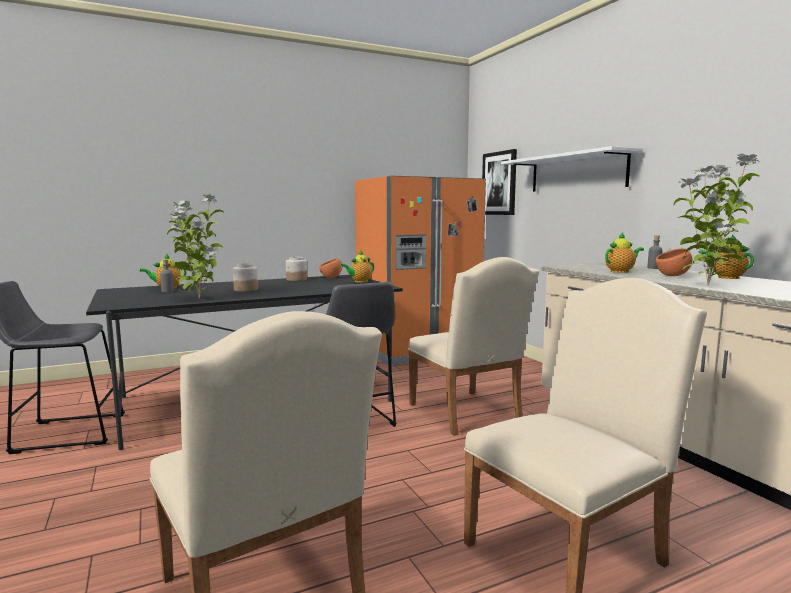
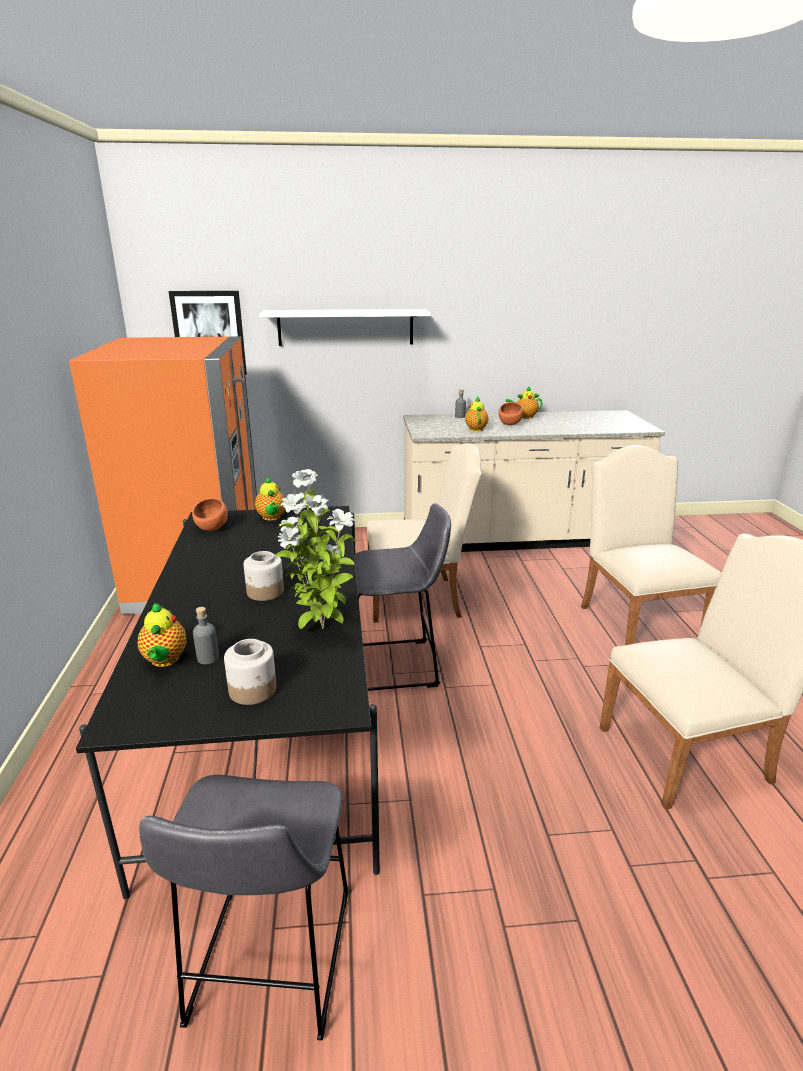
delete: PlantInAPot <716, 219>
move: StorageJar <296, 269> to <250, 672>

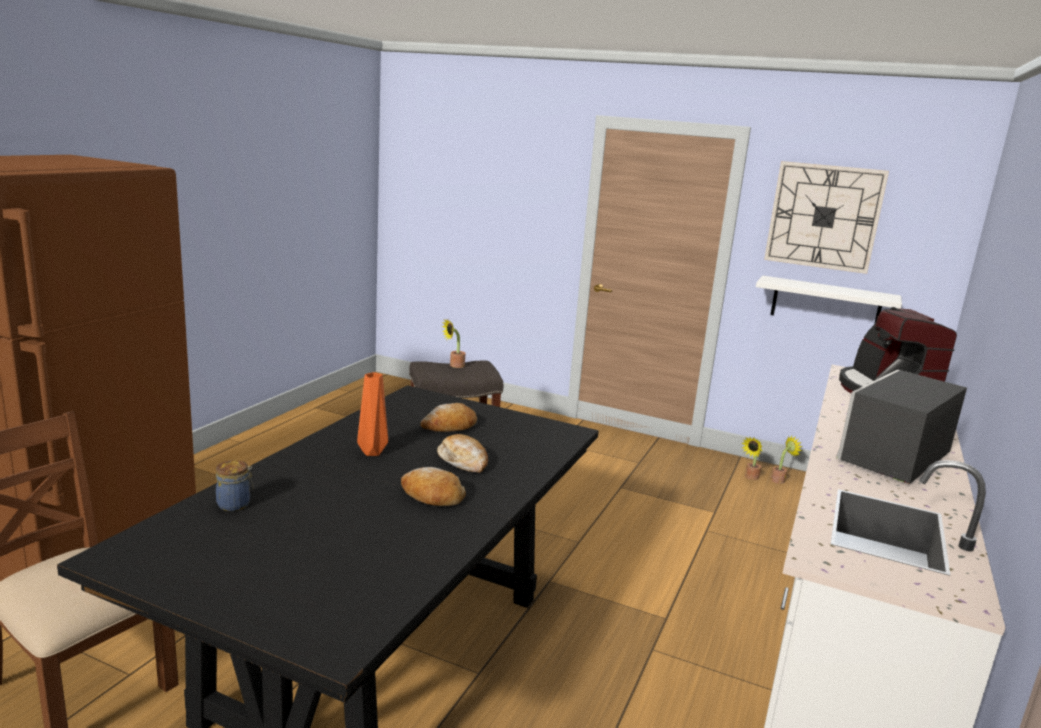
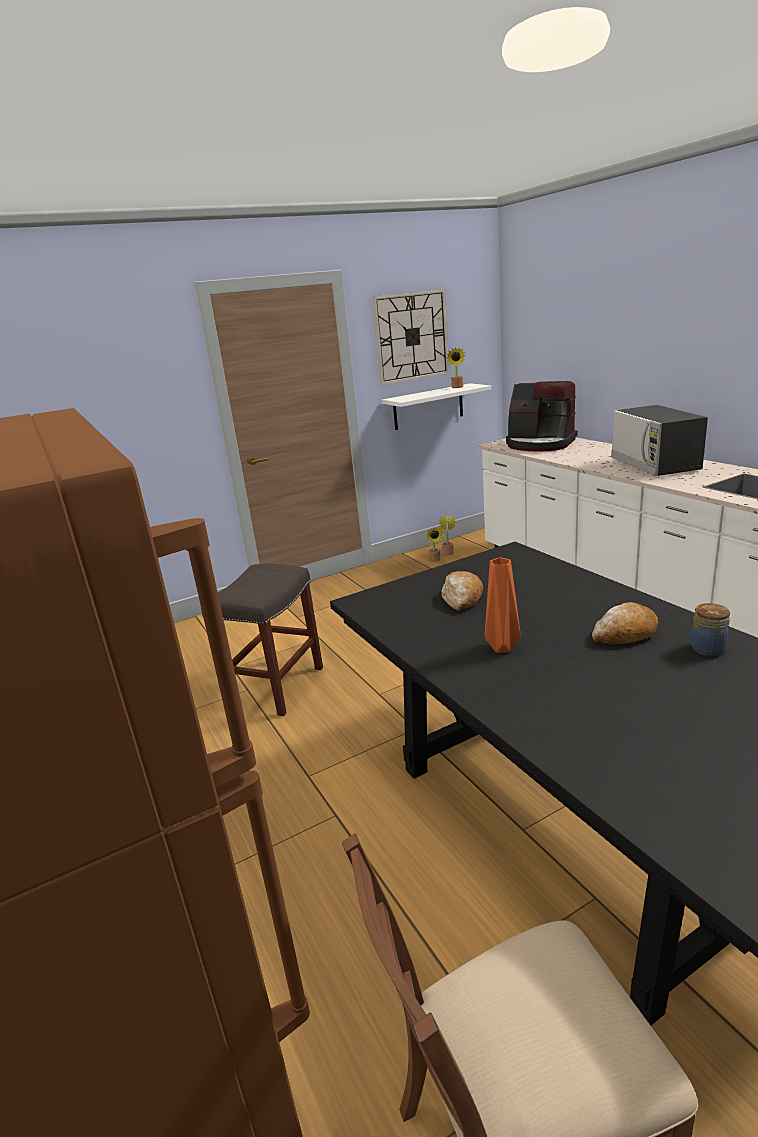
delete: BakeryBread <462, 453>
move: PlantInAPot <453, 343> to <455, 367>; StorageJar <235, 485> to <710, 629>

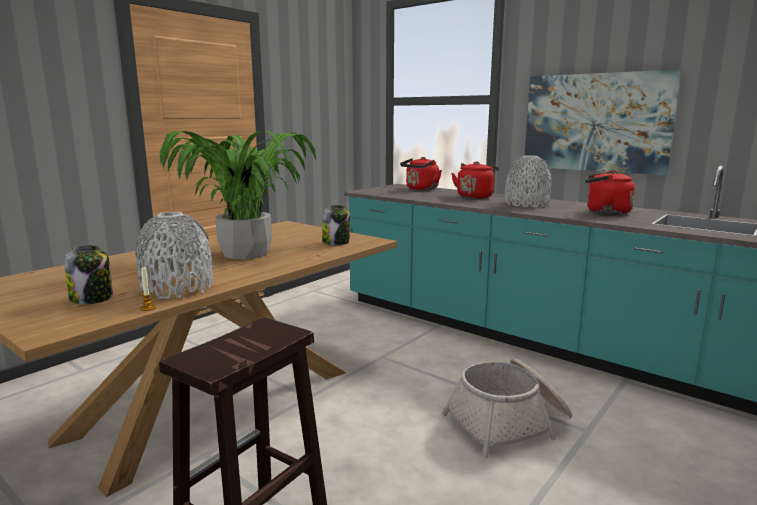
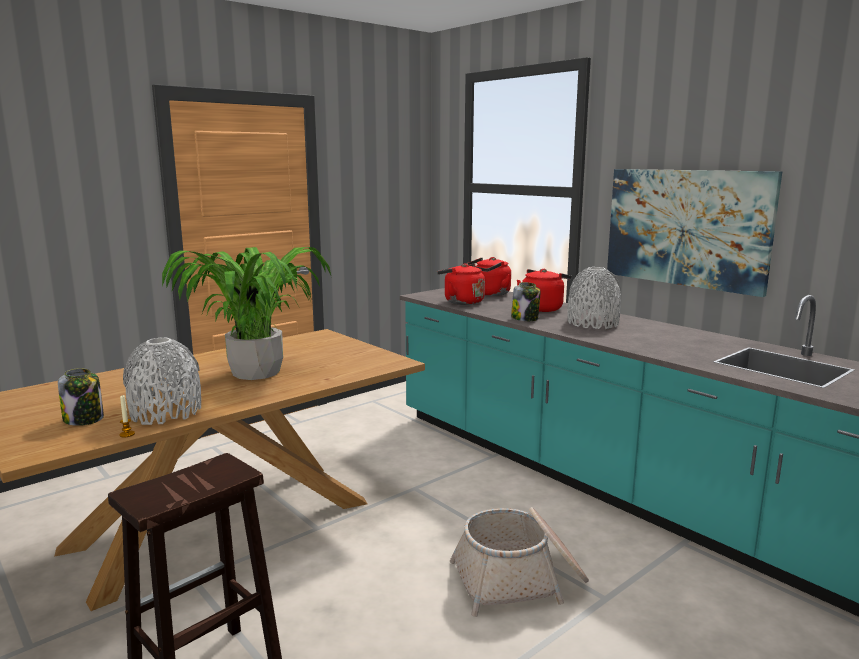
move: ReddishKettle <610, 192> to <461, 284>; StorageJar <336, 225> to <525, 301>

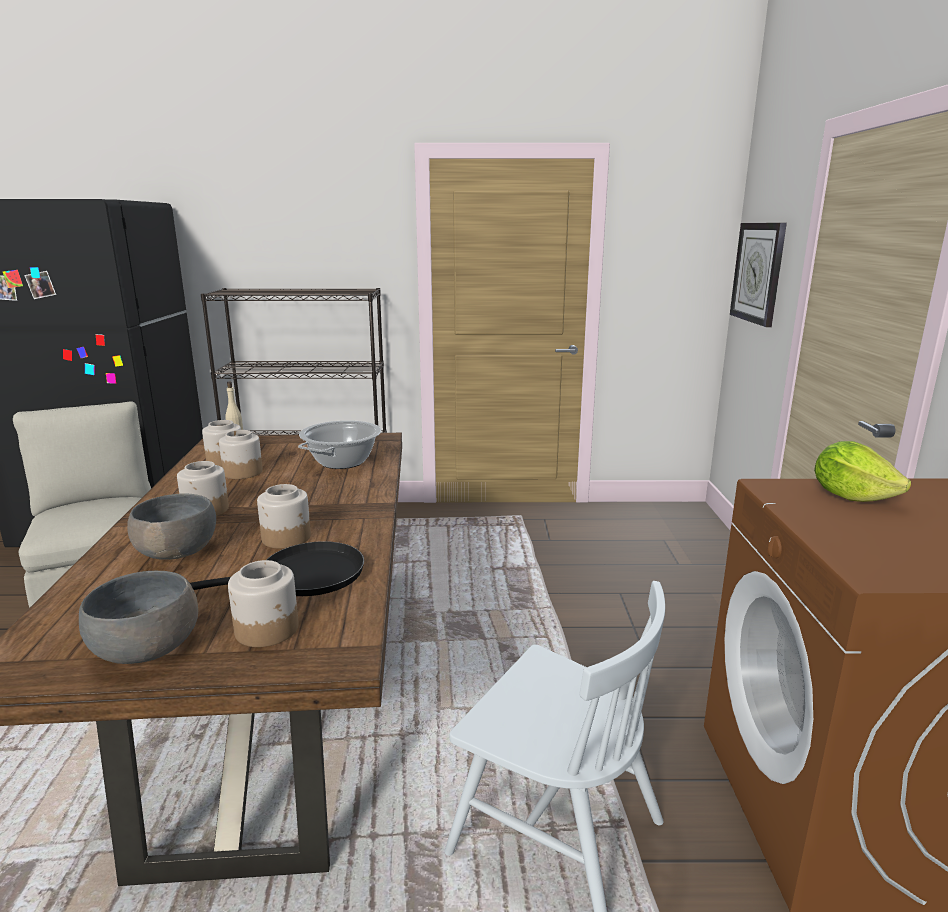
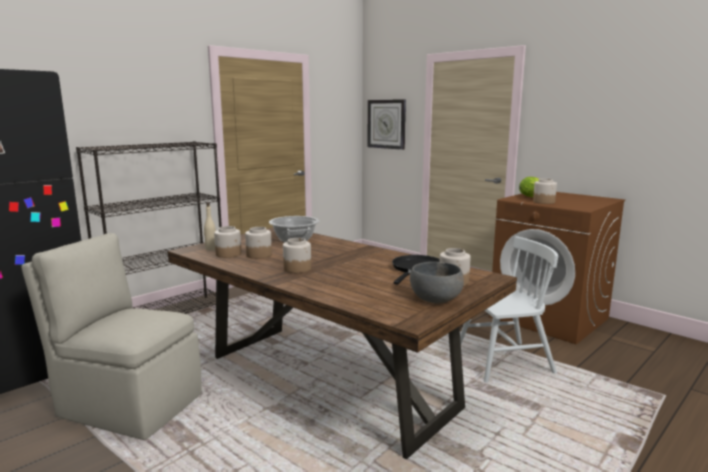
delete: GreyServingBowl <171, 526>
move: StorageJar <284, 516> to <545, 191>

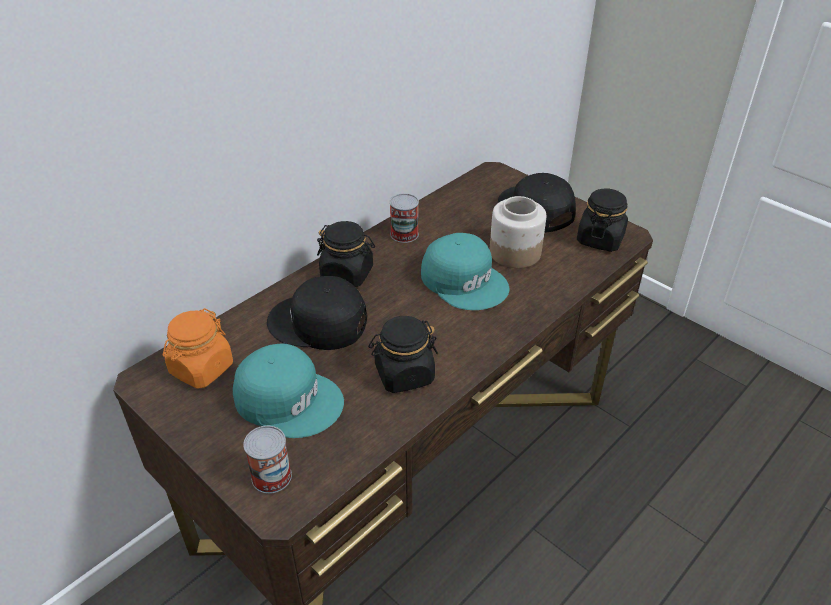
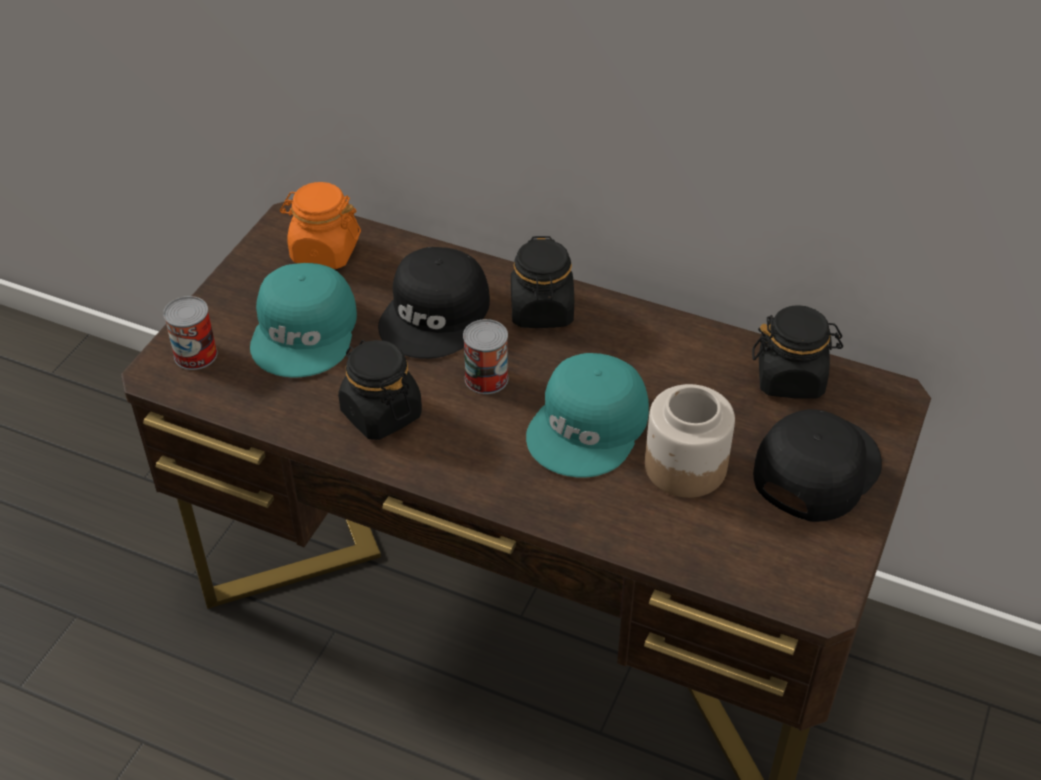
move: BlackColouredStorageJar <602, 220> to <797, 352>; Can <404, 218> to <485, 356>
rotate: BlackColouredBaseballCap <317, 313> = <434, 303> 150 degrees counterclockwise

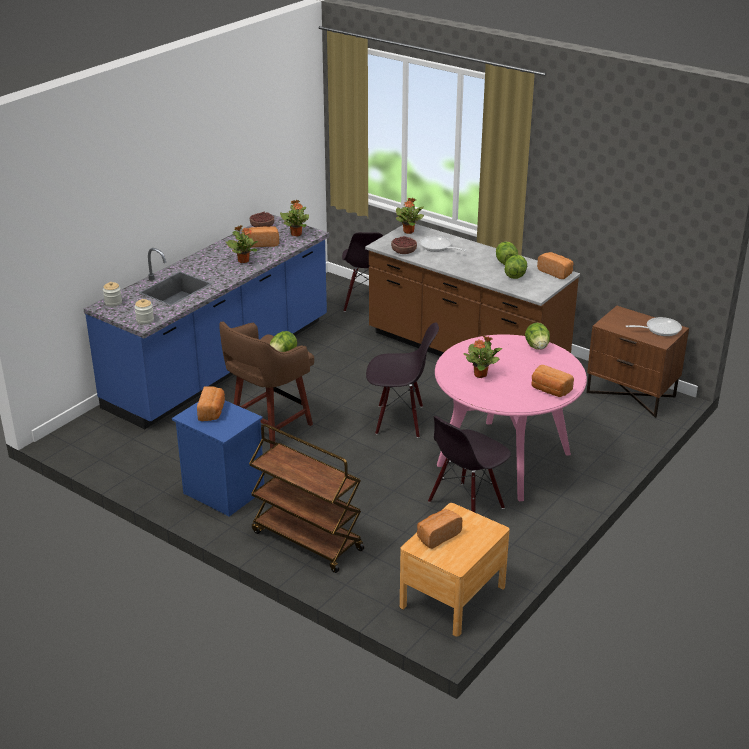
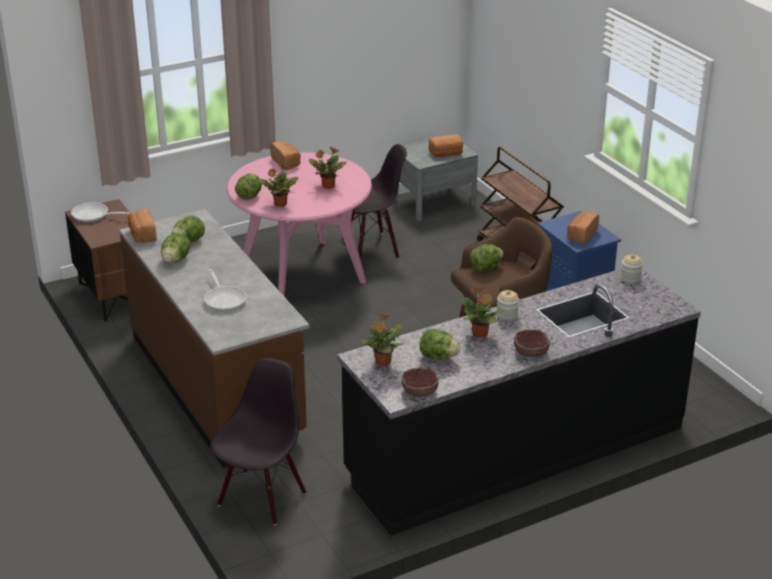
delete: BlackColouredUprightChair <402, 380>
move: PlantInAPot <410, 216> to <279, 185>; ServingBowl <404, 245> to <532, 343>; StorageJar <112, 294> to <508, 305>
replace: BakeryBread <263, 237> to Lettuce <440, 344>
recolor: BlueKitchenBaseUnit <206, 322> to BlackColouredKitchenBaseUnit <519, 402>; BrownColouredBedsideTable <455, 570> to GreyBedsideTable <436, 180>

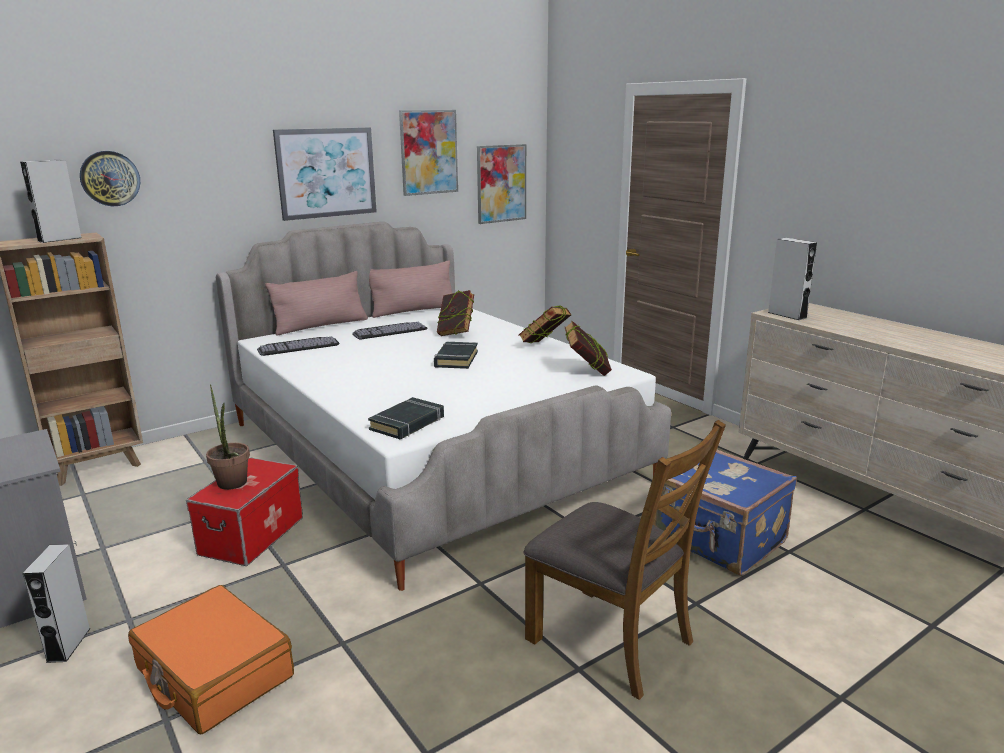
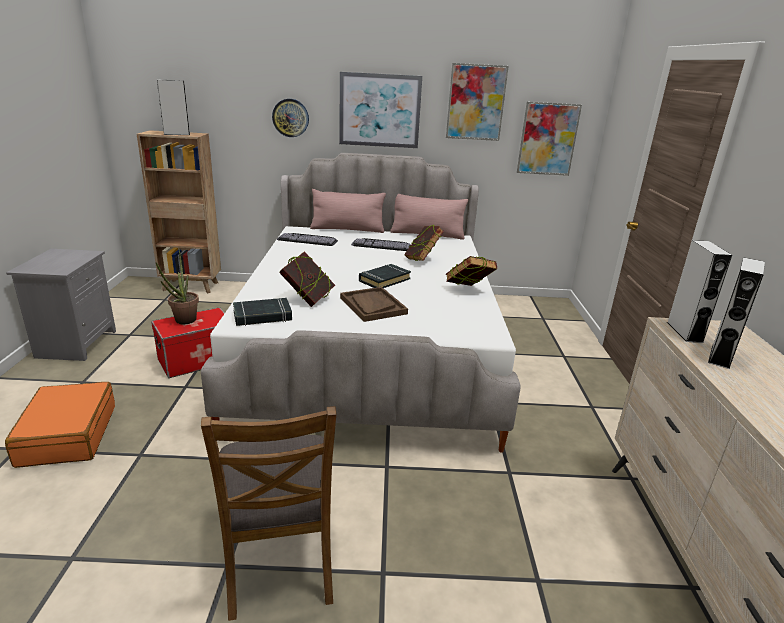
delete: BlueSuitcase <725, 513>
insert: BrownColouredServingTray <374, 304>
move: ClockOnTheWall <110, 178> to <290, 118>; Volume <588, 348> to <307, 279>; GreyLoudspeaker <57, 603> to <736, 313>

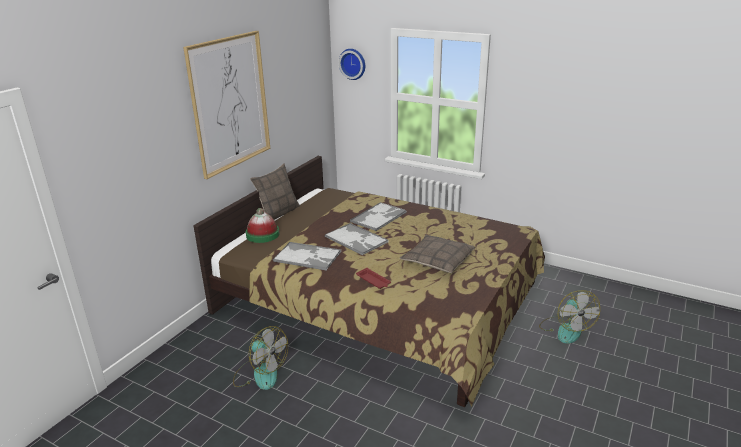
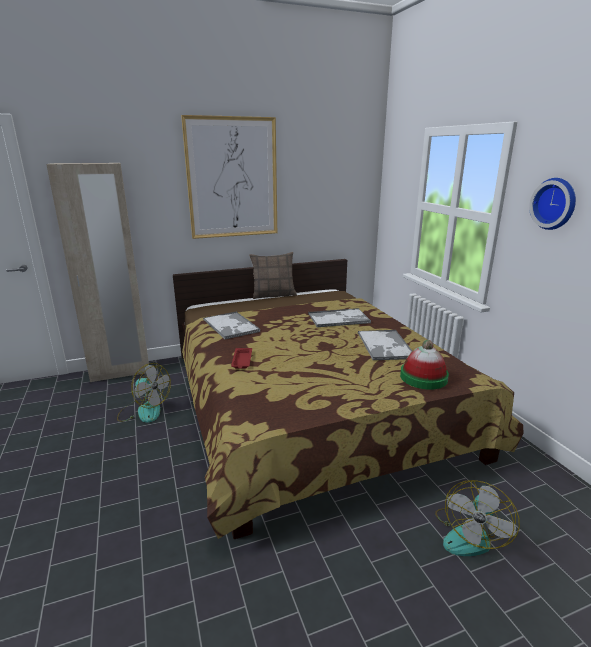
delete: Cushion <437, 254>
insert: BeigeClothesCupboard <97, 272>
move: ClockOnTheWall <352, 64> to <552, 204>; ClothingHat <263, 225> to <424, 365>; ServingTray <356, 239> to <385, 345>
rotate: ElectricFan <260, 358> = <144, 393> 45 degrees counterclockwise

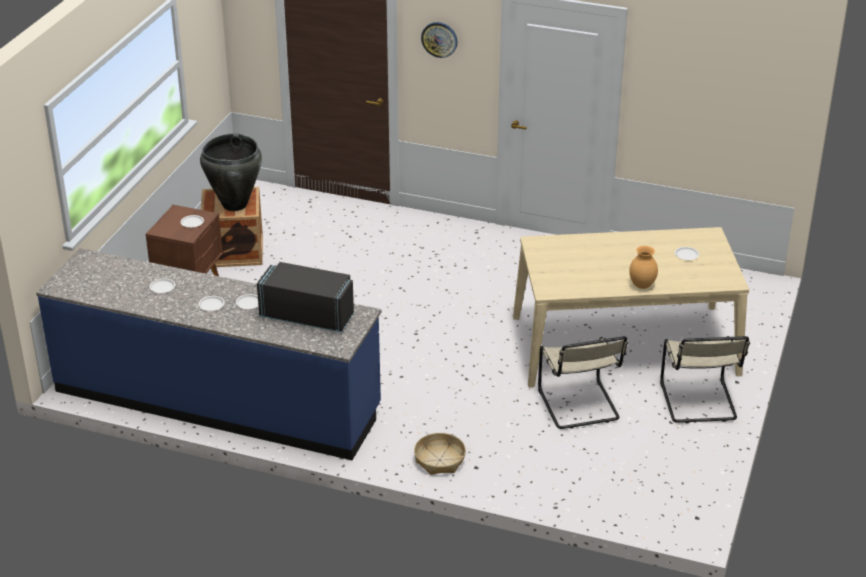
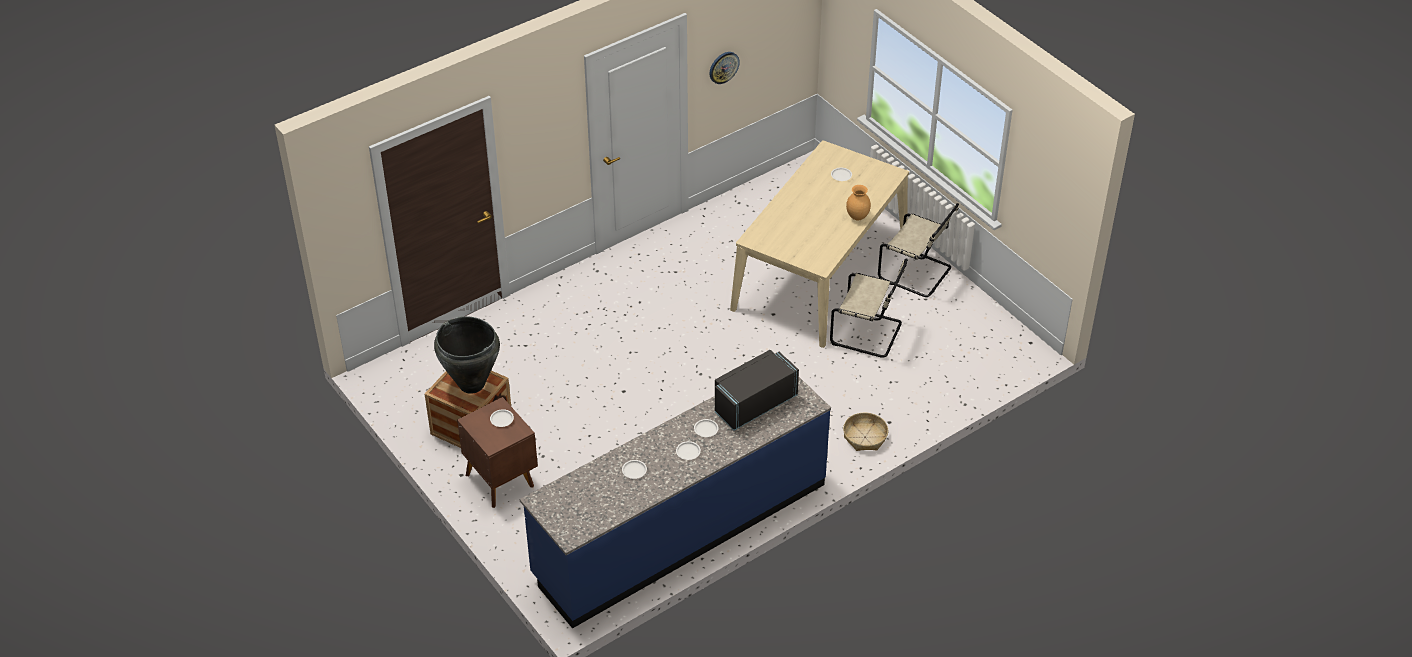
move: ClockOnTheWall <439, 40> to <724, 68>

